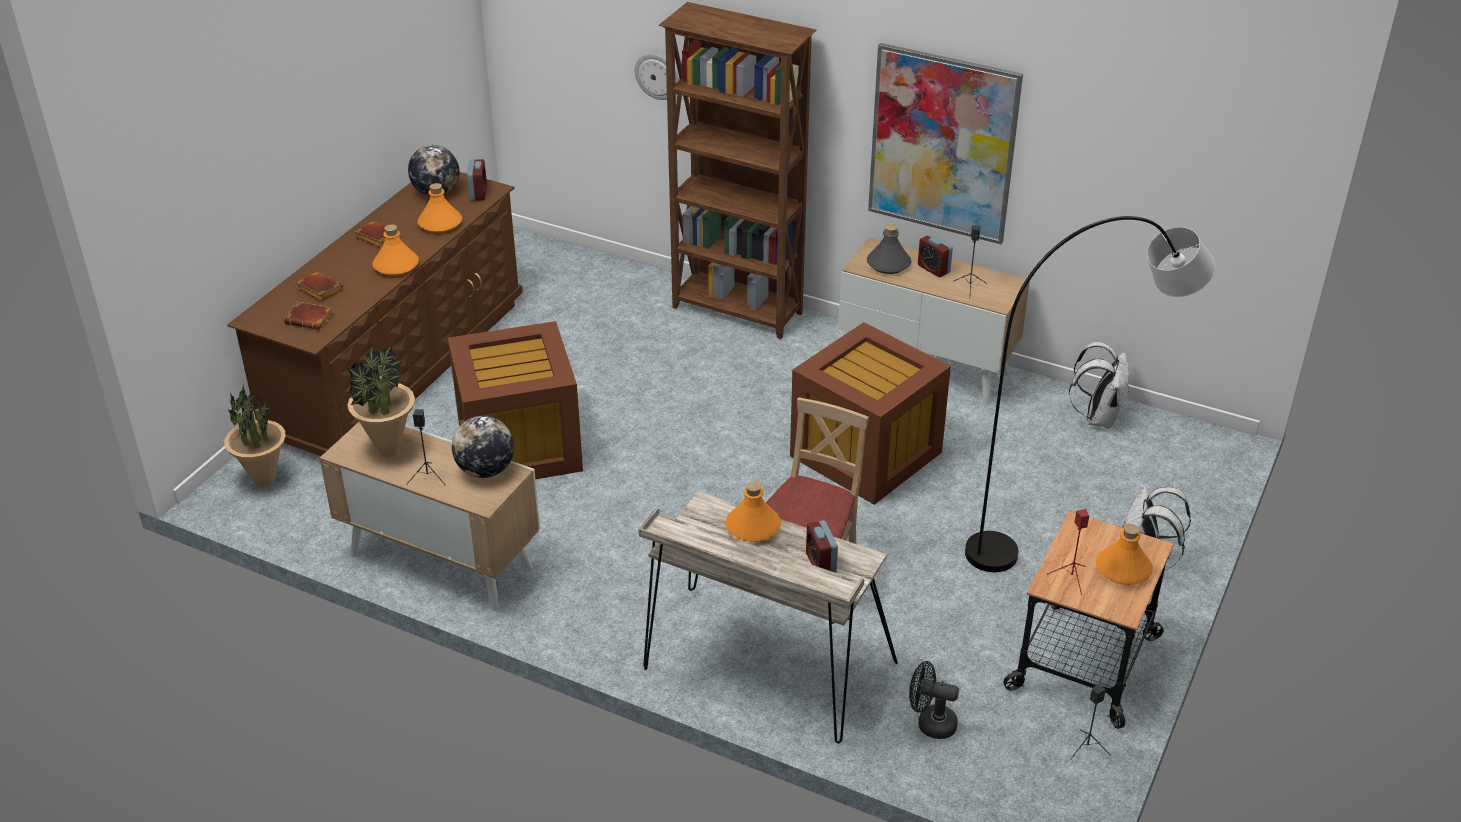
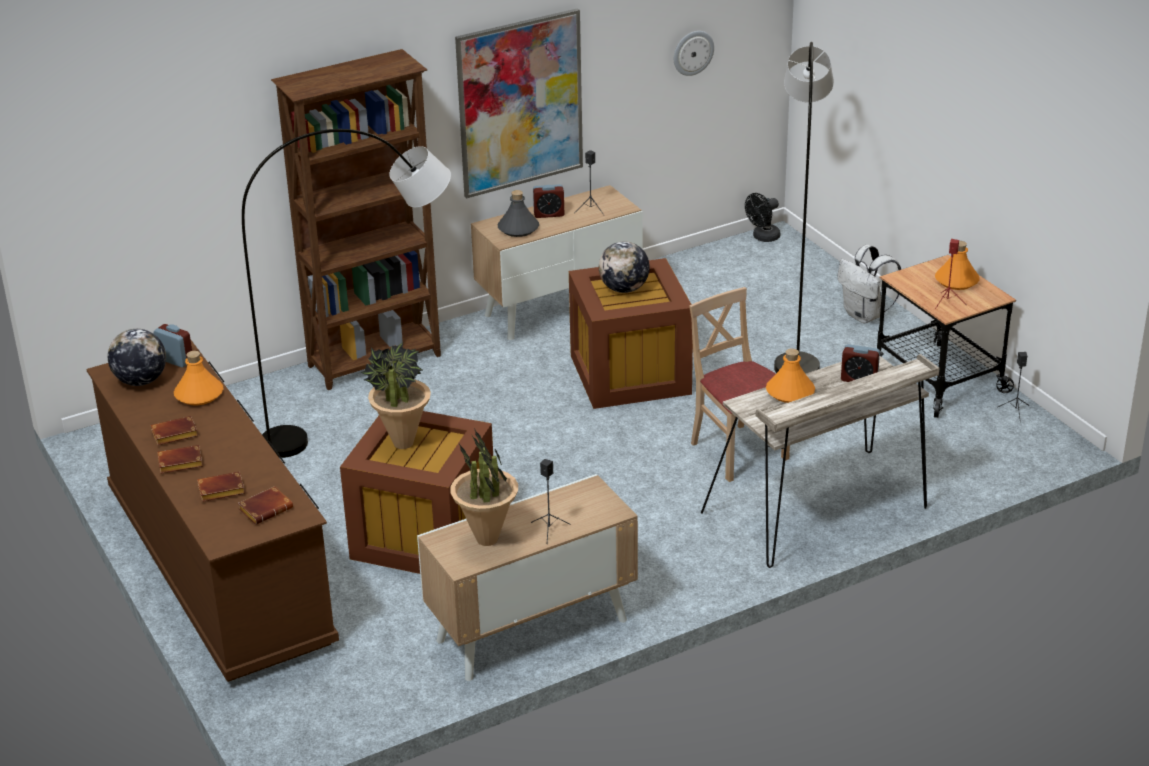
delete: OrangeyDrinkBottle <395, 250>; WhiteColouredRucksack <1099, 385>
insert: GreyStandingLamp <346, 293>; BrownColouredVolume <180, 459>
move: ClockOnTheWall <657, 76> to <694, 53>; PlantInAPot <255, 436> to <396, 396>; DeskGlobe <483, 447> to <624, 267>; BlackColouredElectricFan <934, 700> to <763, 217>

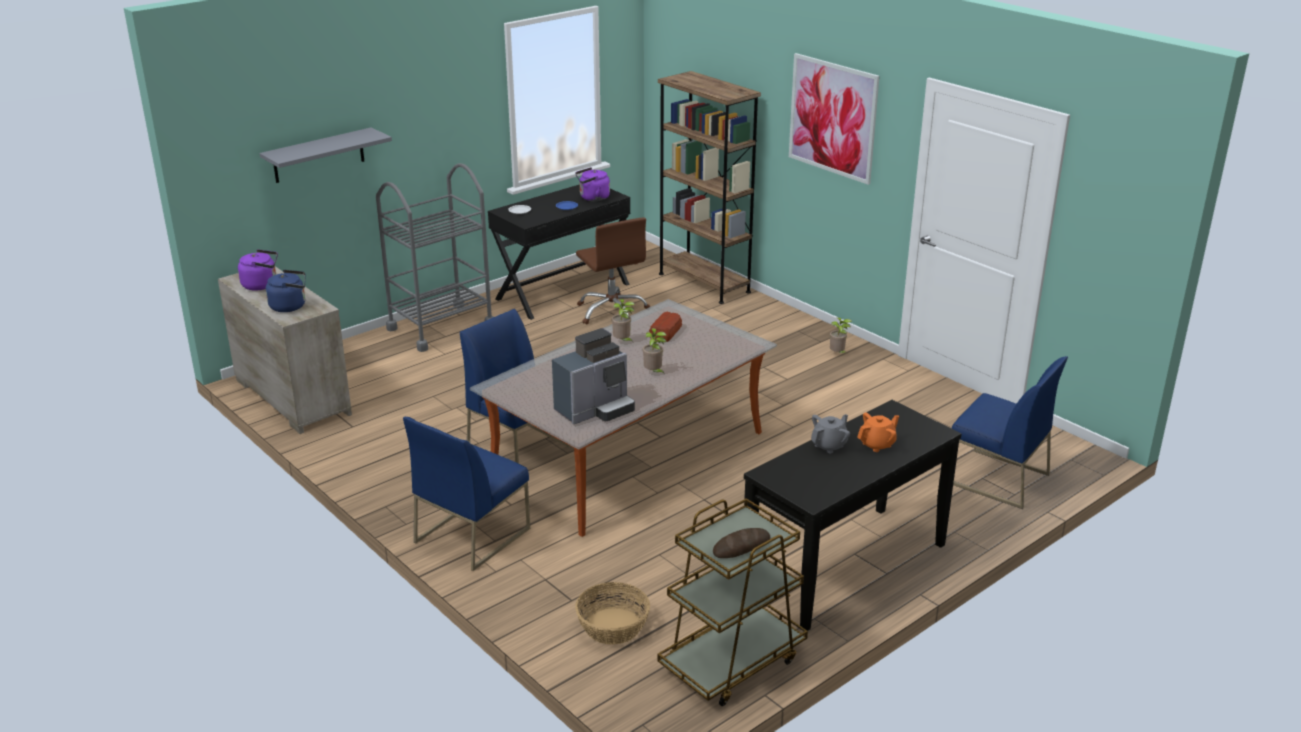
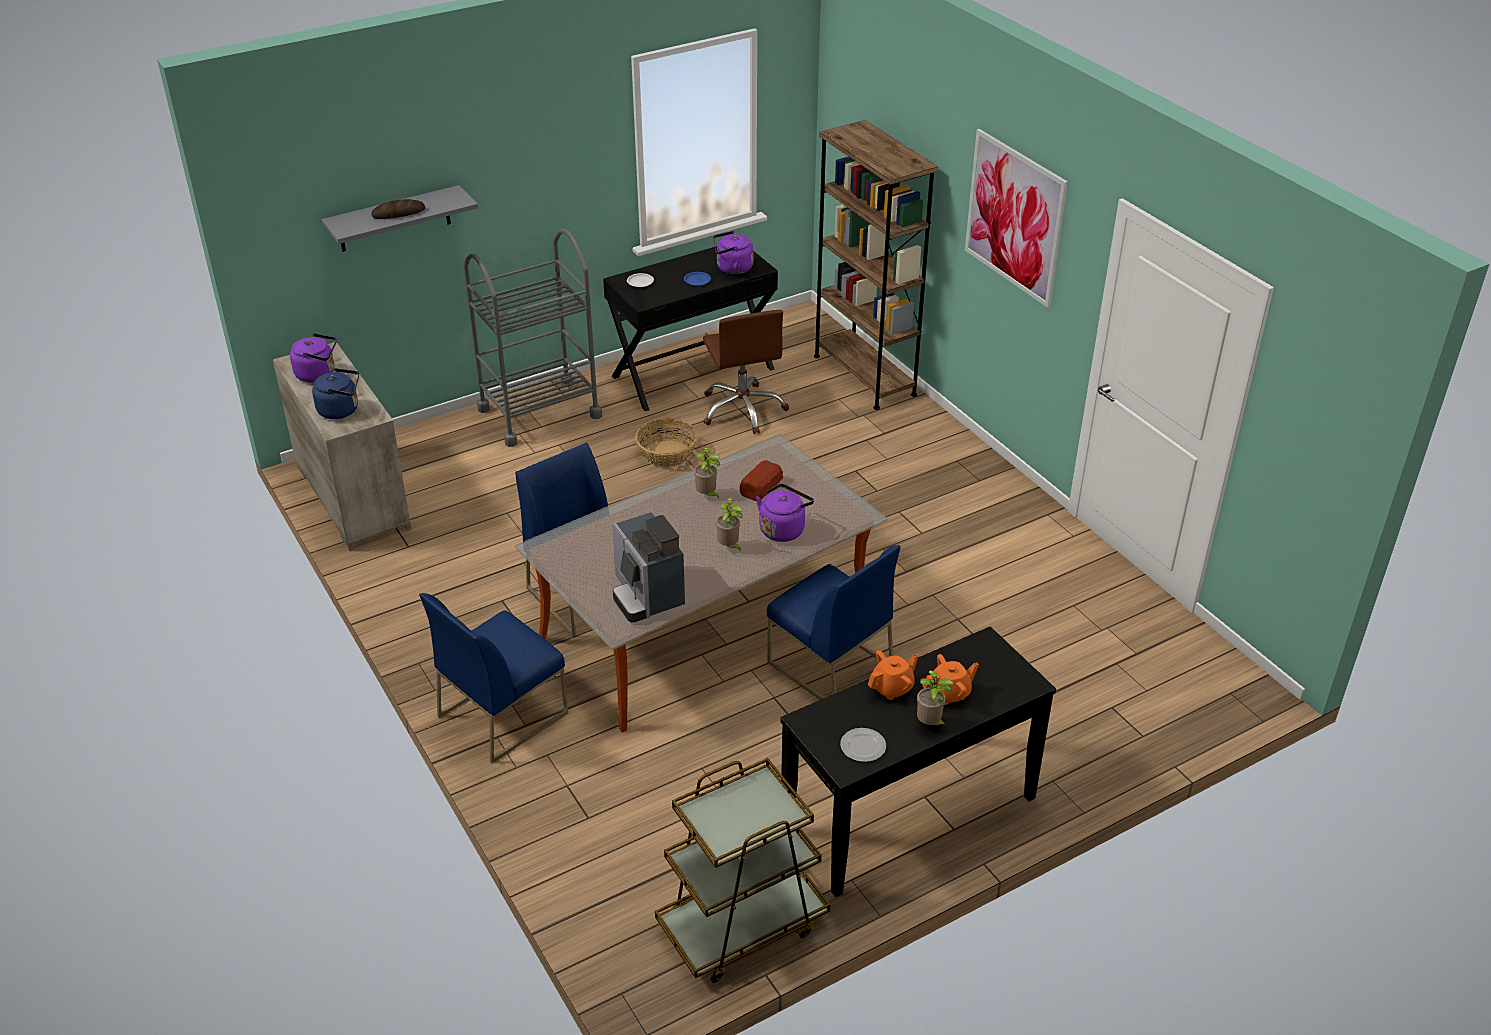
insert: PurpleKettle <785, 513>; DinnerPlate <863, 745>
move: PlantInAPot <841, 335> to <935, 698>; BlueUprightChair <1010, 432> to <834, 622>; BakeryBread <741, 543> to <398, 209>; HouseholdBasket <612, 613> to <666, 443>
recolor: GreyPotForTea <830, 433> to OrangeyPotForTea <893, 675>
rotate: CoffeeMaker <593, 376> = <648, 567> 90 degrees clockwise

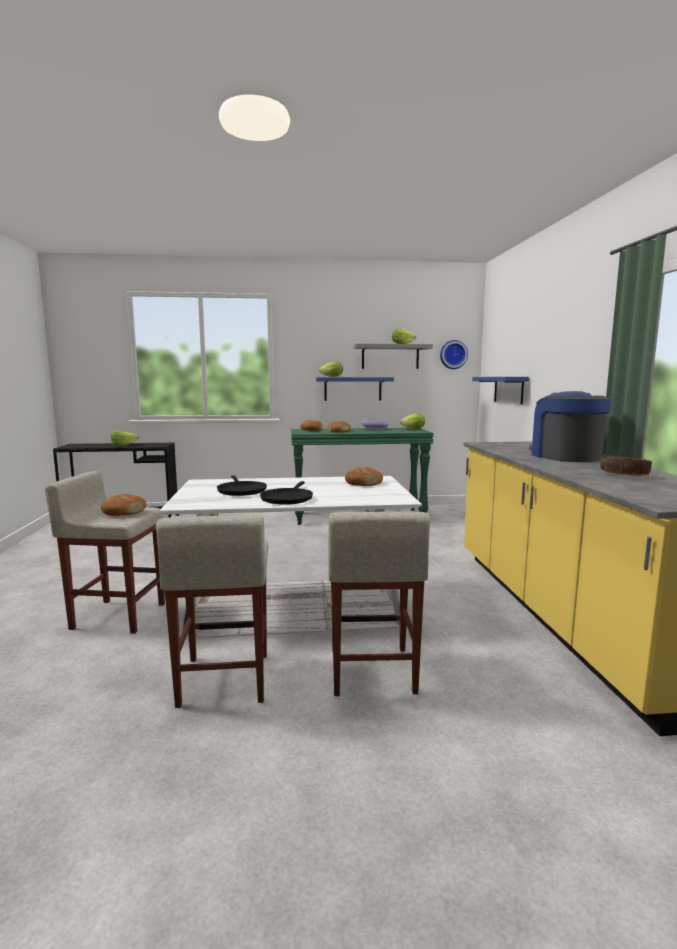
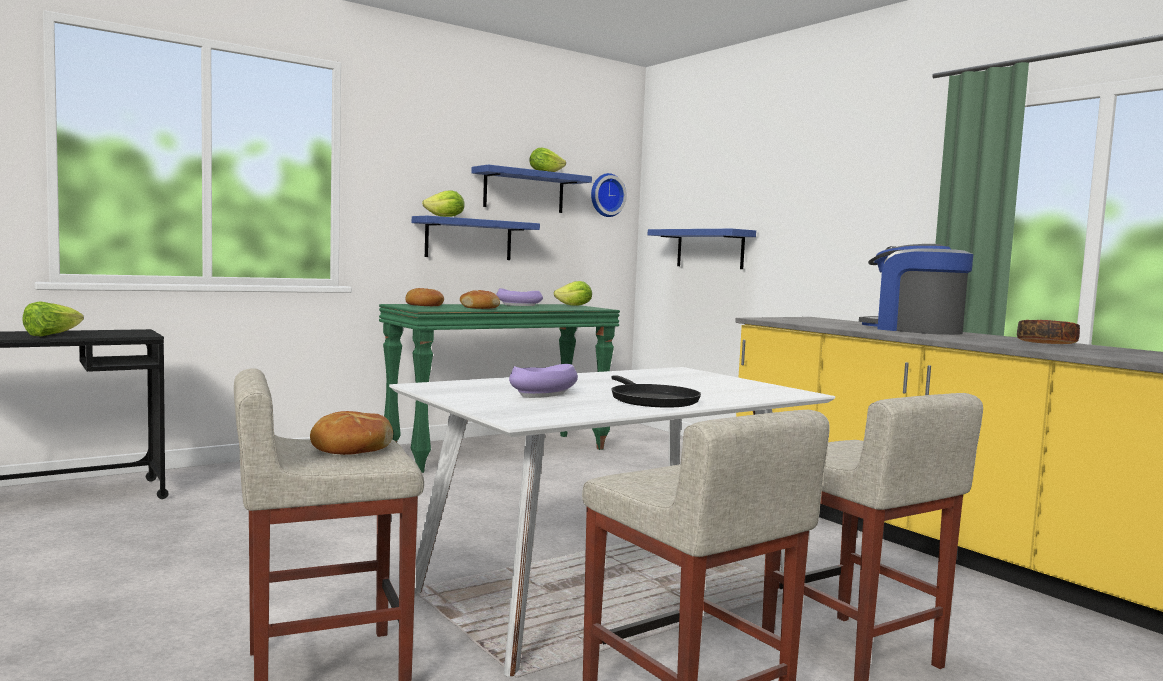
delete: BakeryBread <364, 476>
replace: BlackColouredSkillet <242, 485> to PurpleServingBowl <543, 381>
recolor: GreyWallShelf <393, 356> to BlueWallShelf <531, 189>

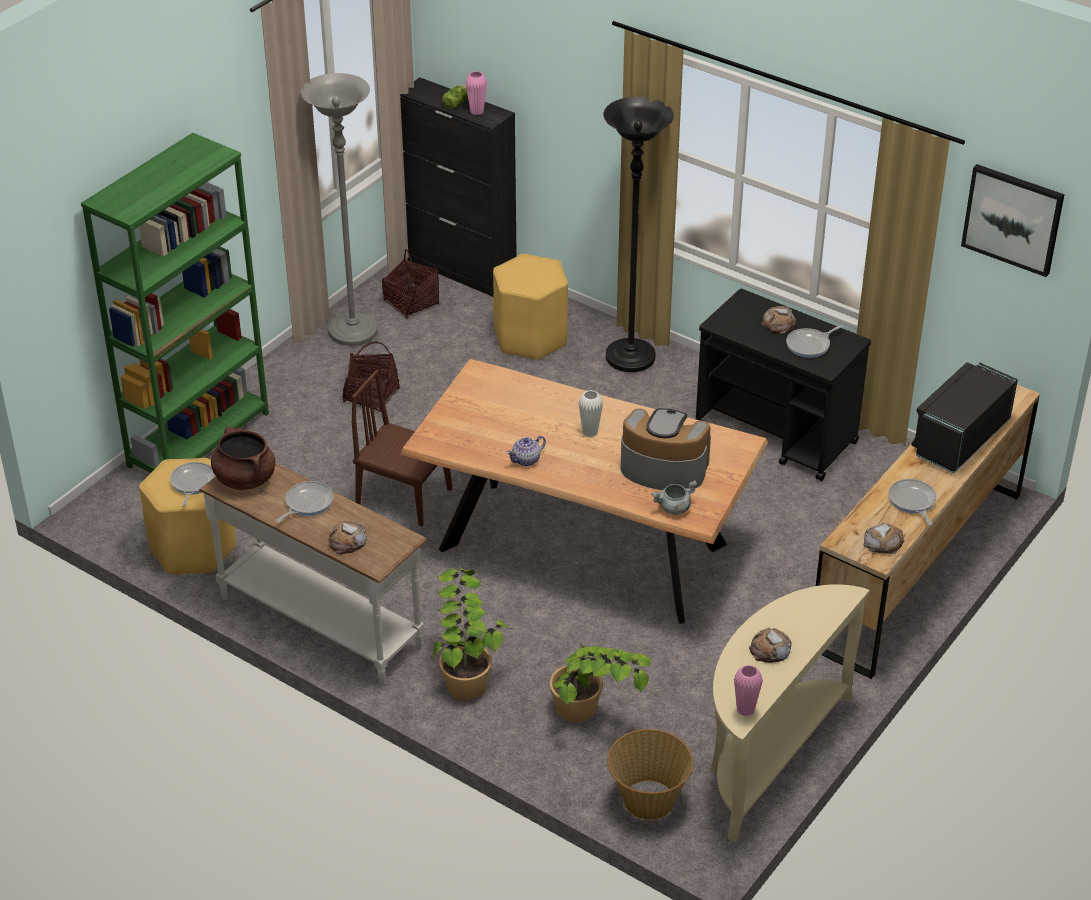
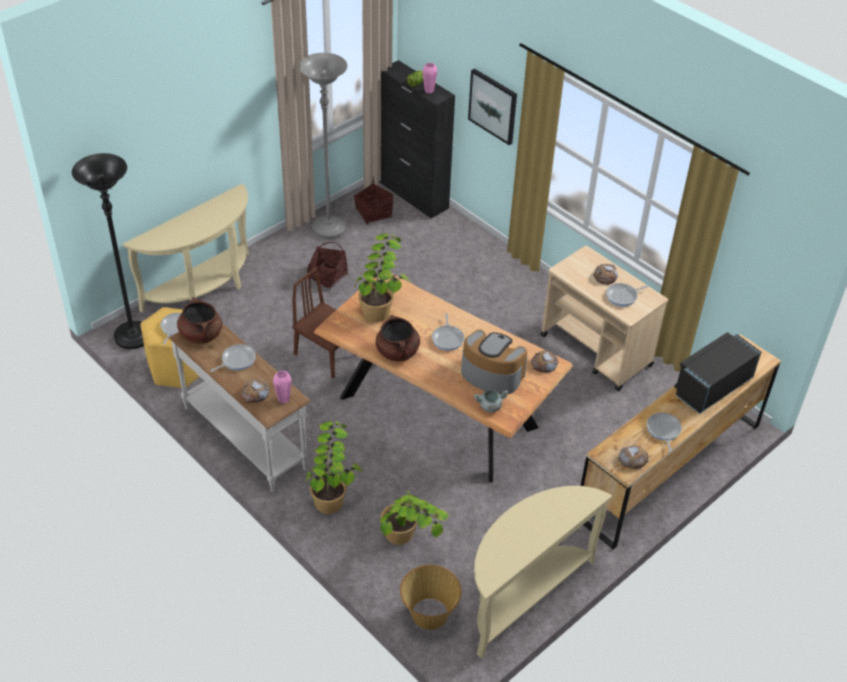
delete: YellowColouredStoolSeat <530, 307>
insert: PlantInAPot <382, 277>
move: BlackColouredStandingLamp <638, 234> to <108, 251>; WallArt <1013, 220> to <492, 106>; BakeryBread <770, 645> to <544, 361>; PinkDecorativeVase <748, 691> to <282, 387>
replace: GreenColouredShelvingUnit <175, 303> to BeigeHallTable <186, 248>; WhiteColouredDecorativeVase <590, 413> to Skillet <448, 332>; PotForTea <526, 451> to BrownColouredSaucepot <398, 338>
recolor: BlackColouredCart <783, 385> to BeigeCart <604, 318>

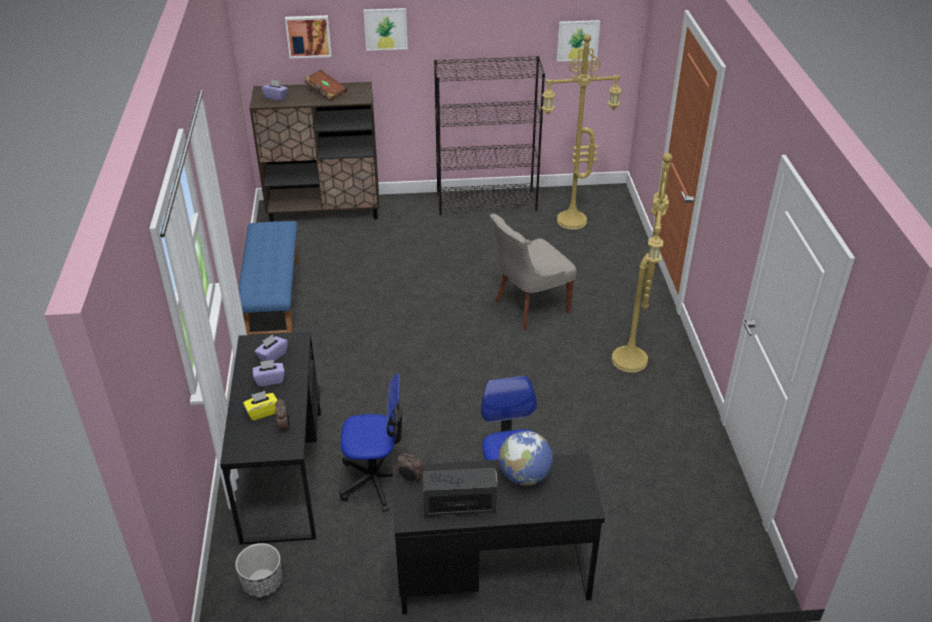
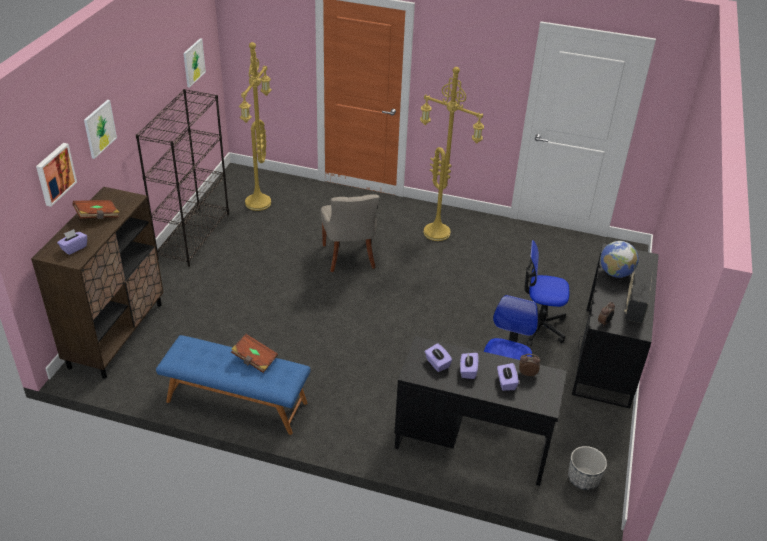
insert: BrownColouredVolume <254, 353>
recolor: YellowColouredBoxOfTissues <260, 406> to PurpleBoxOfTissues <508, 377>

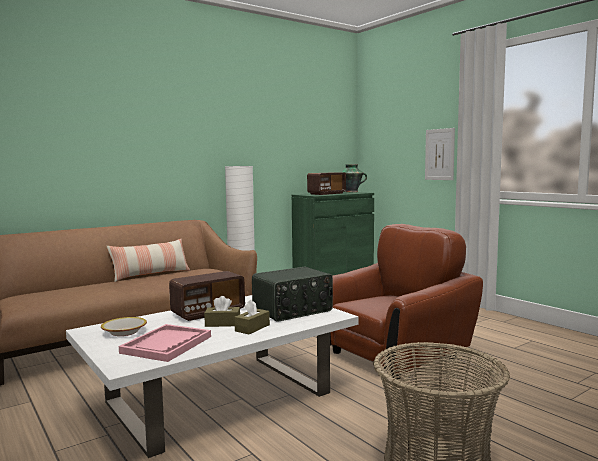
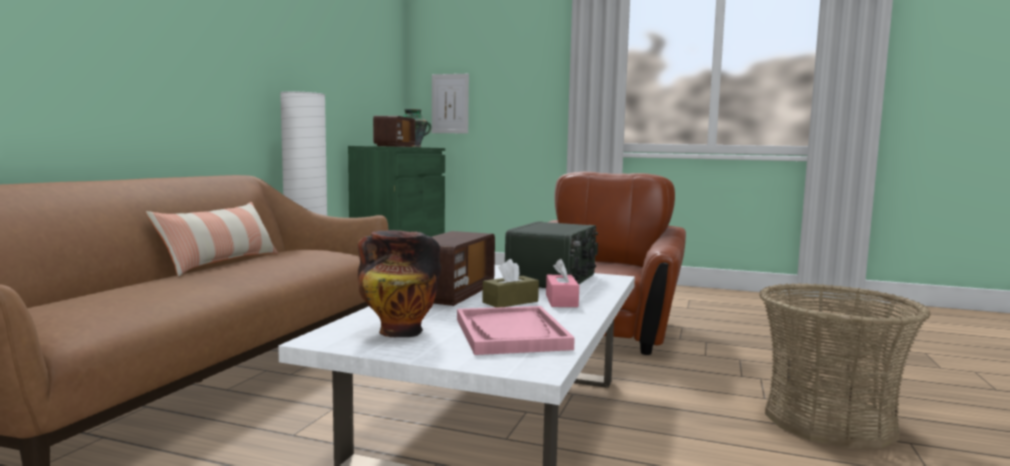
move: WallArt <440, 154> to <450, 104>
replace: ServingBowl <124, 326> to DecorativeVase <399, 283>
recolor: BrownColouredBoxOfTissues <252, 317> to PinkBoxOfTissues <562, 283>

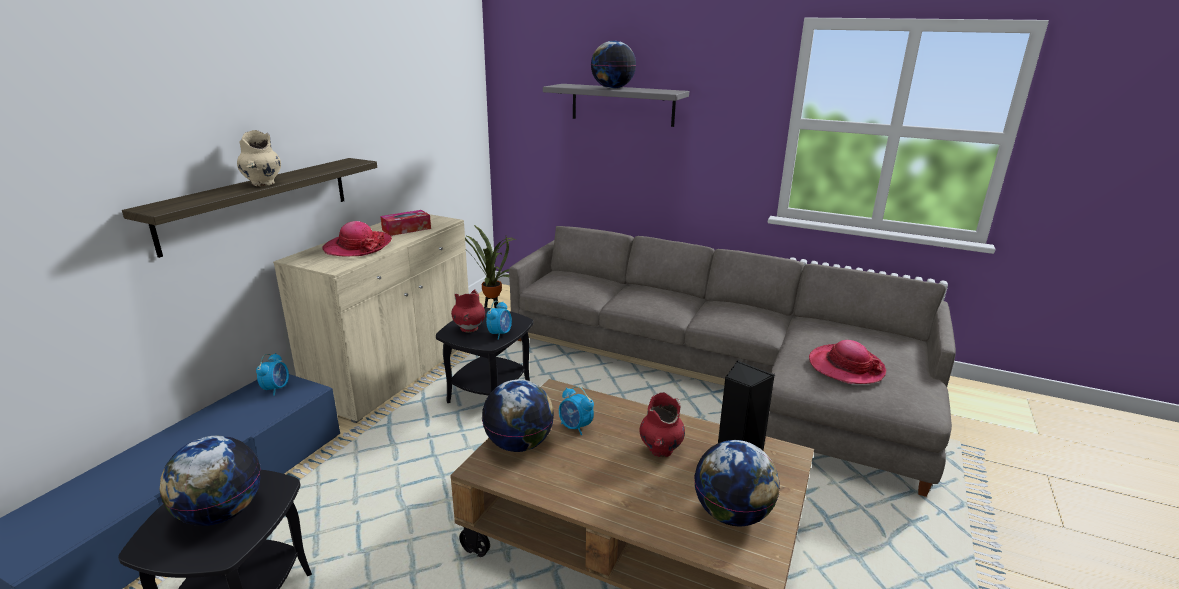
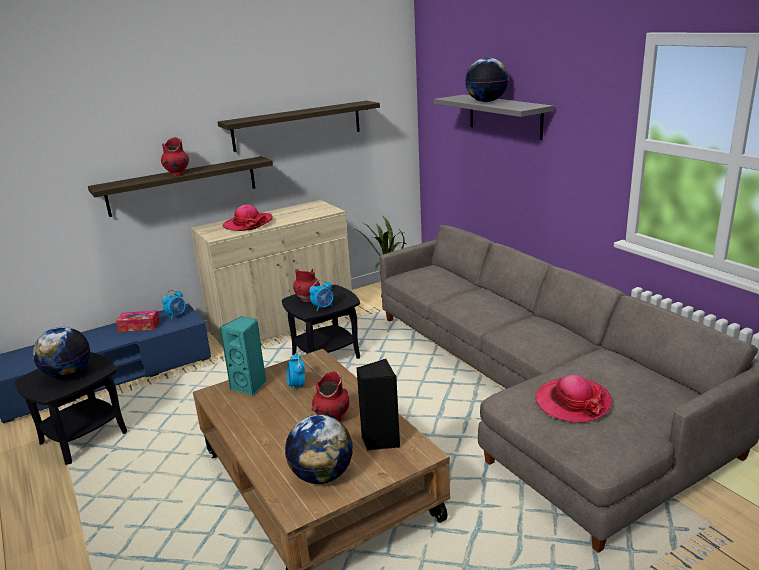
insert: WallShelf <299, 126>
move: BoxOfTissues <405, 223> to <138, 321>
replace: DeskGlobe <518, 415> to BlueGreenLoudspeaker <242, 356>
recolor: BeigeDecorativeVase <259, 158> to ReddishDecorativeVase <175, 156>

